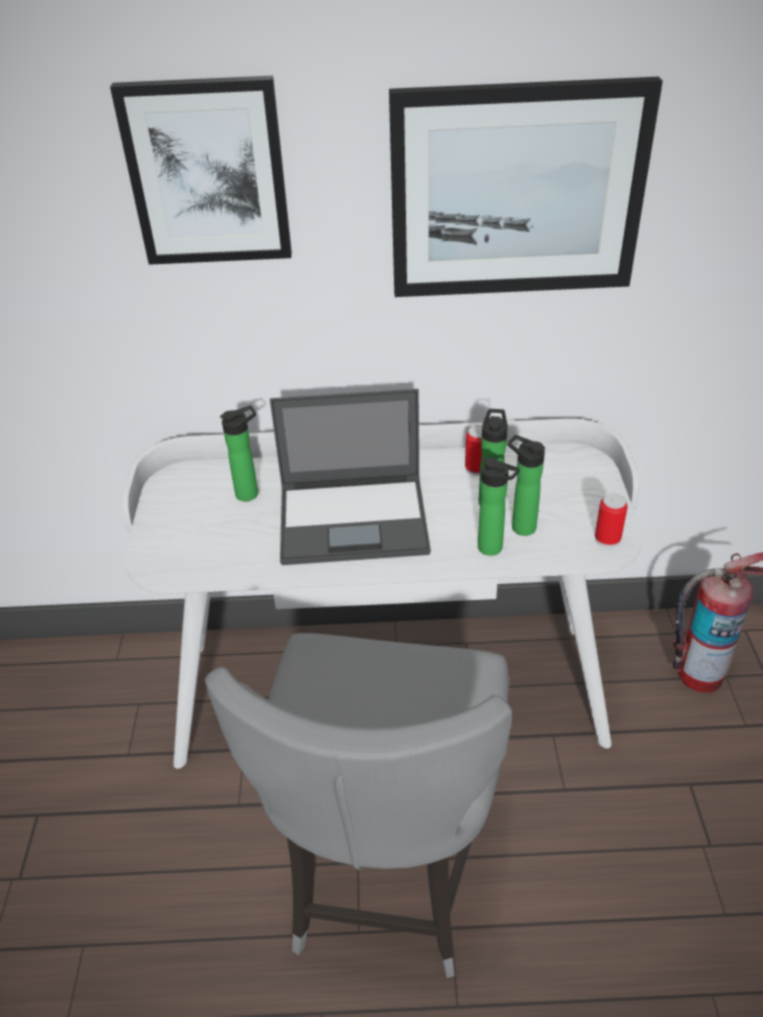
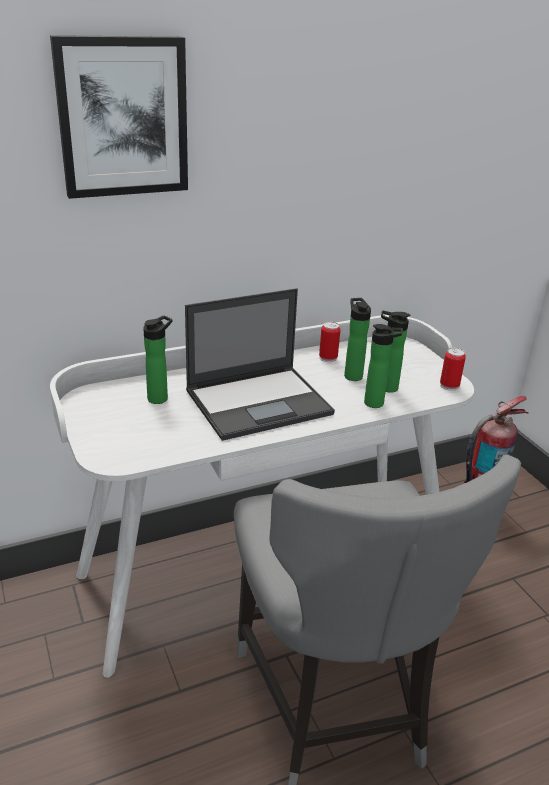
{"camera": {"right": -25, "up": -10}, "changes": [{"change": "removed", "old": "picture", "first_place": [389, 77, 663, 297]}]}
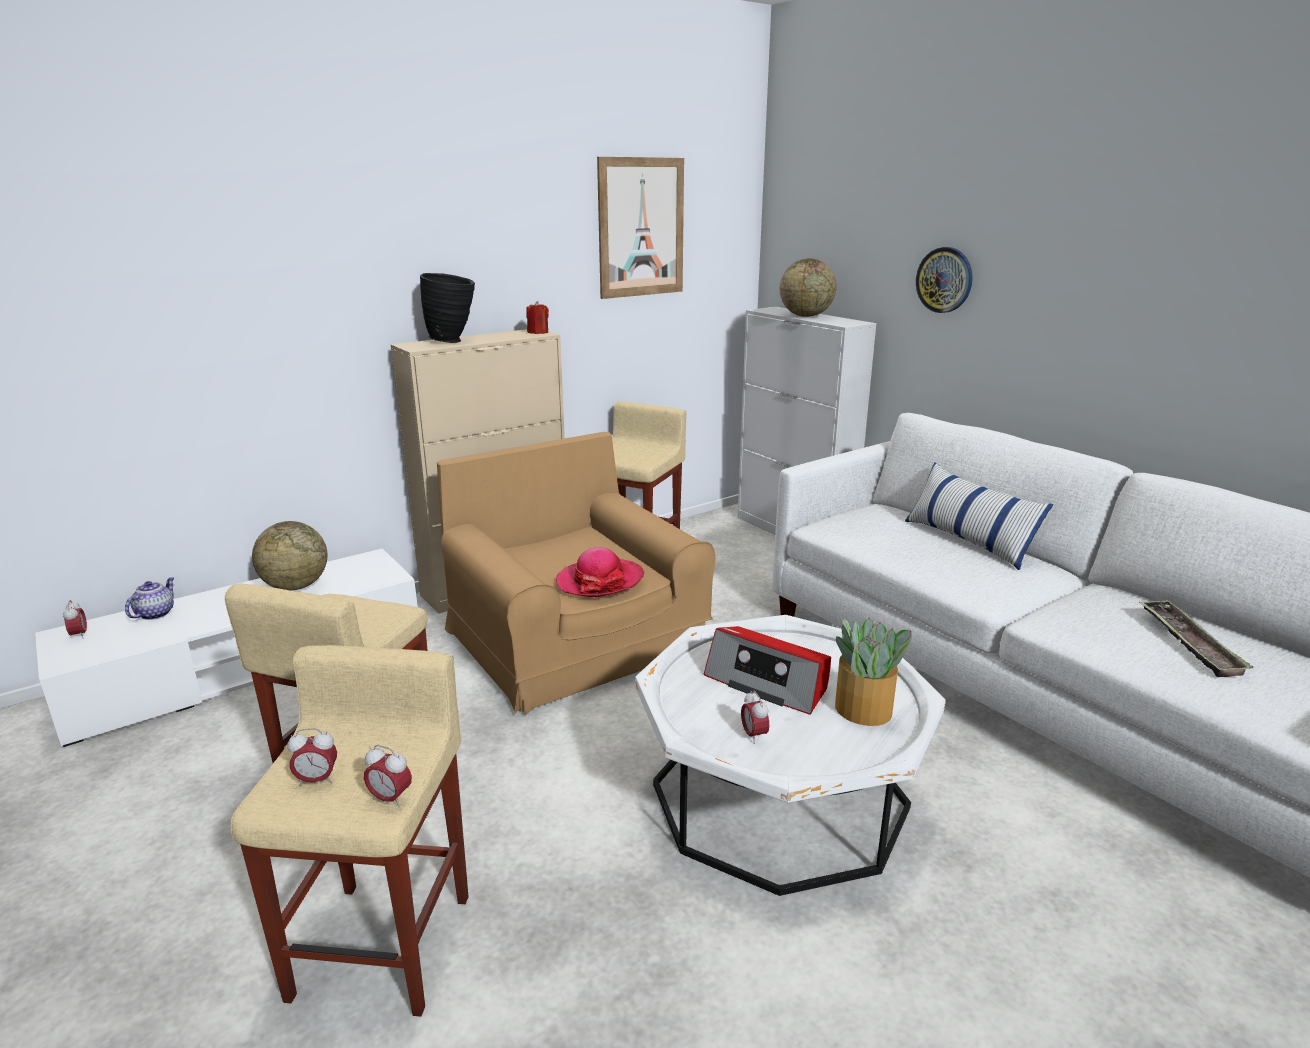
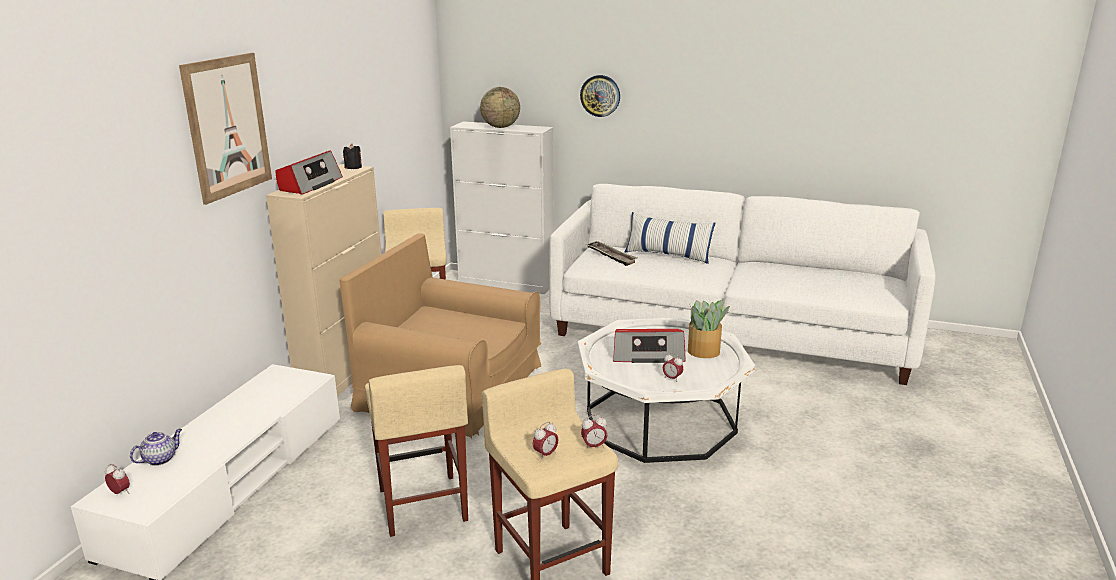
{"camera": {"right": -35, "up": 0}, "changes": [{"change": "moved", "old": "picture", "first_place": [597, 157, 684, 299], "second_place": [179, 53, 272, 205]}, {"change": "replaced", "old": "black_vase", "new": "radio", "first_place": [420, 273, 475, 343], "second_place": [275, 150, 343, 195]}, {"change": "recoloured", "old": "red_candle", "new": "black_candle", "first_place": [526, 301, 549, 334], "second_place": [343, 144, 362, 169]}, {"change": "removed", "old": "globe", "first_place": [252, 521, 327, 591]}, {"change": "removed", "old": "hat", "first_place": [556, 547, 644, 597]}, {"change": "turned", "old": "teapot", "first_place": [125, 577, 174, 620], "second_place": [130, 429, 182, 466], "degrees": 60}, {"change": "moved", "old": "tray", "first_place": [1139, 600, 1253, 677], "second_place": [586, 241, 637, 266]}]}
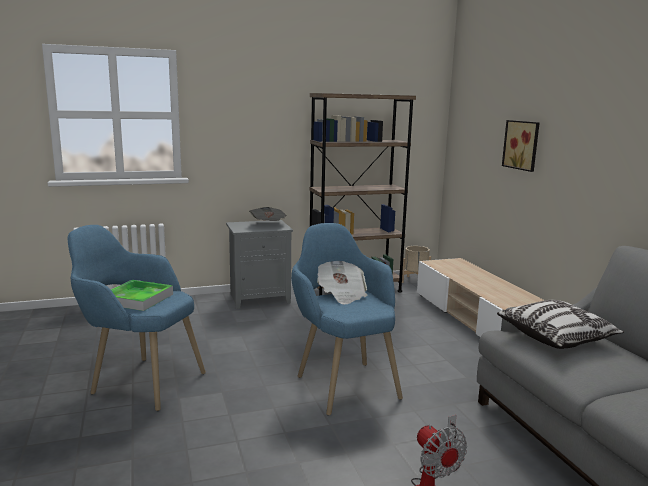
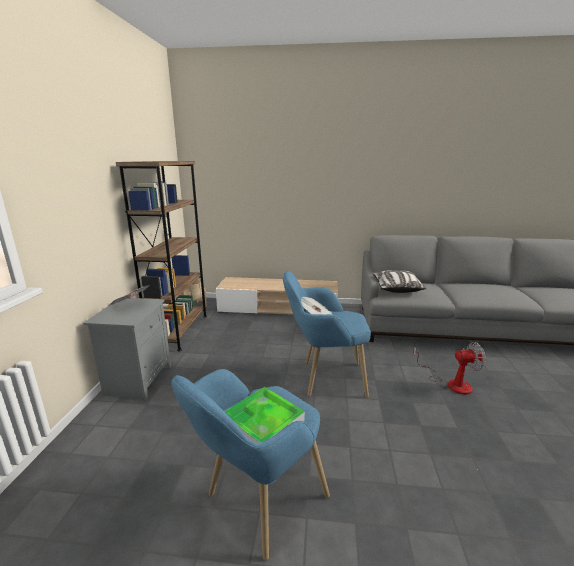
{"camera": {"right": -65, "up": 5}, "changes": [{"change": "removed", "old": "picture", "first_place": [502, 120, 540, 172]}]}
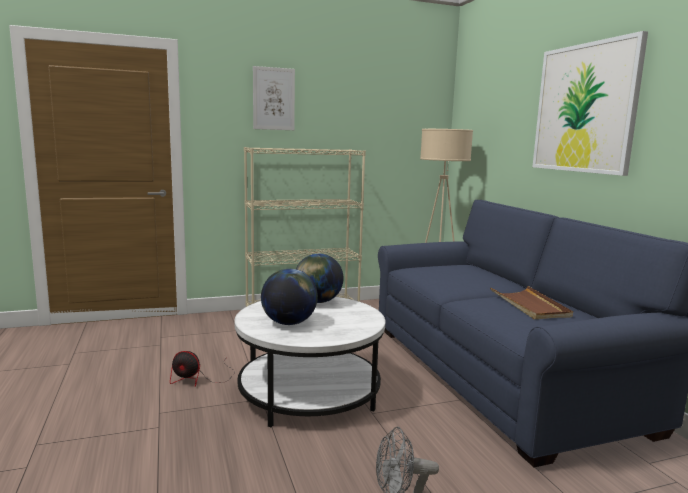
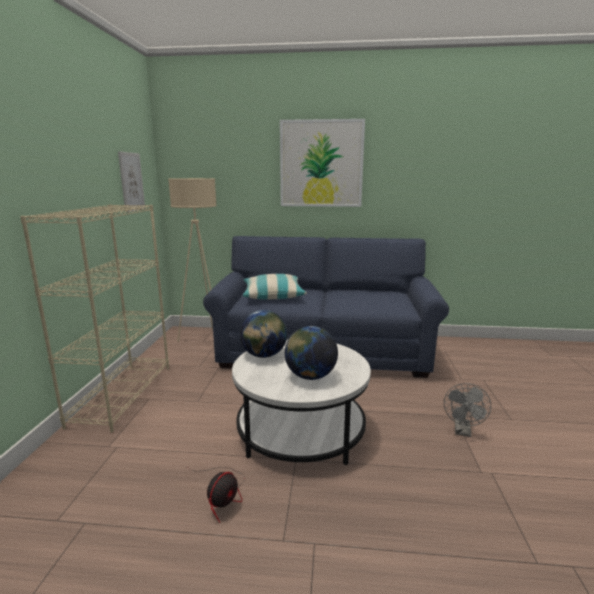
{"camera": {"right": -65, "up": 5}, "changes": [{"change": "moved", "old": "picture", "first_place": [253, 66, 295, 130], "second_place": [118, 151, 145, 213]}, {"change": "removed", "old": "brown_tray", "first_place": [490, 286, 573, 319]}, {"change": "added", "new": "pillow", "second_place": [243, 274, 307, 299]}]}
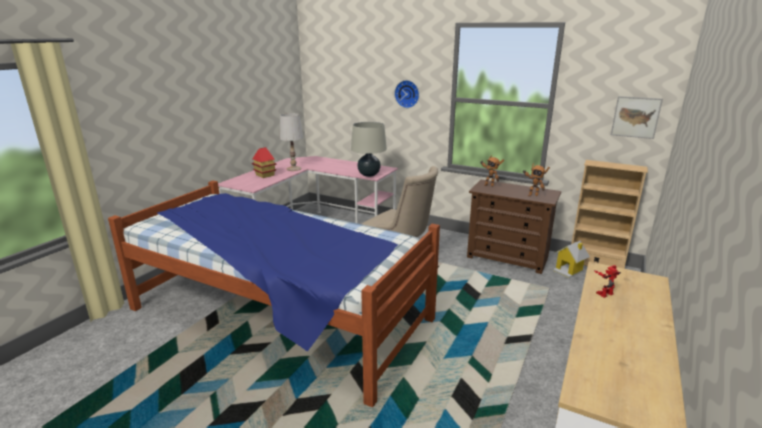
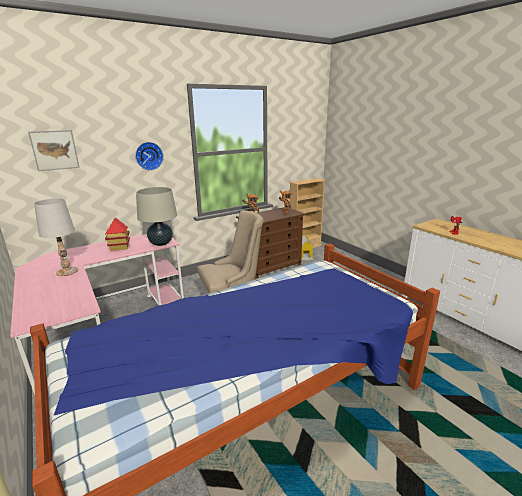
{"camera": {"right": -60, "up": 0}, "changes": [{"change": "moved", "old": "picture", "first_place": [611, 96, 663, 139], "second_place": [28, 130, 80, 171]}, {"change": "moved", "old": "toy_house", "first_place": [252, 147, 276, 178], "second_place": [105, 217, 130, 251]}]}
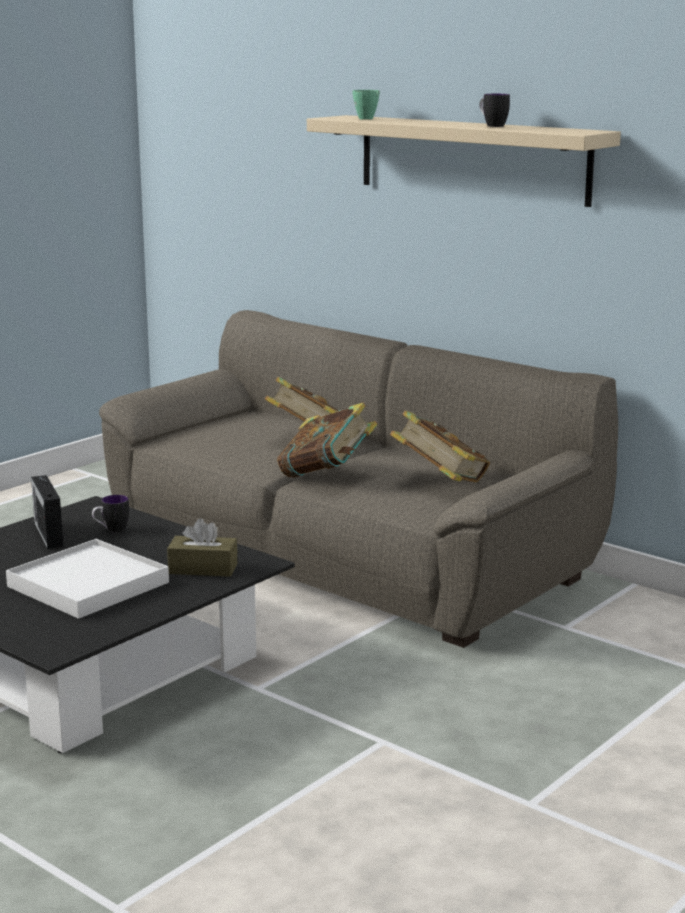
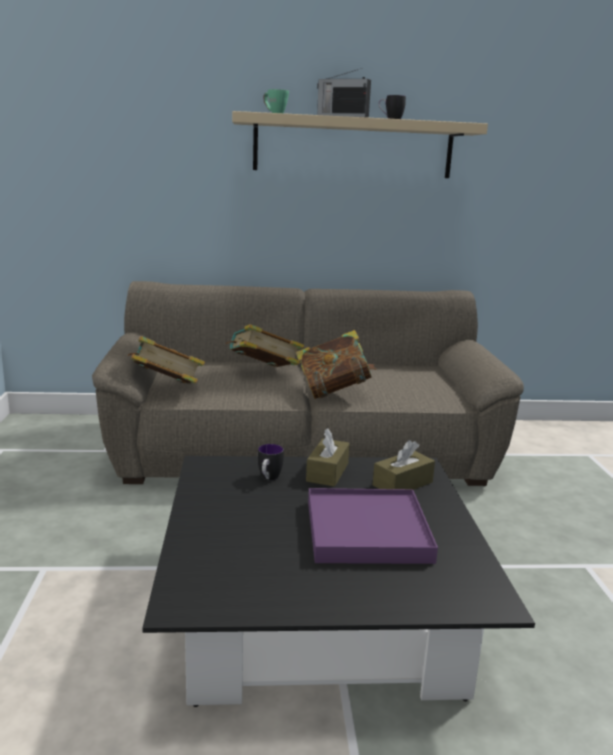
{"camera": {"right": -45, "up": 0}, "changes": [{"change": "moved", "old": "book", "first_place": [390, 411, 490, 482], "second_place": [128, 336, 205, 384]}, {"change": "moved", "old": "radio", "first_place": [31, 475, 63, 549], "second_place": [317, 68, 371, 118]}, {"change": "recoloured", "old": "white_tray", "new": "purple_tray", "first_place": [6, 539, 169, 619], "second_place": [308, 488, 438, 564]}, {"change": "added", "new": "brown_tissue_box", "second_place": [306, 428, 350, 487]}]}
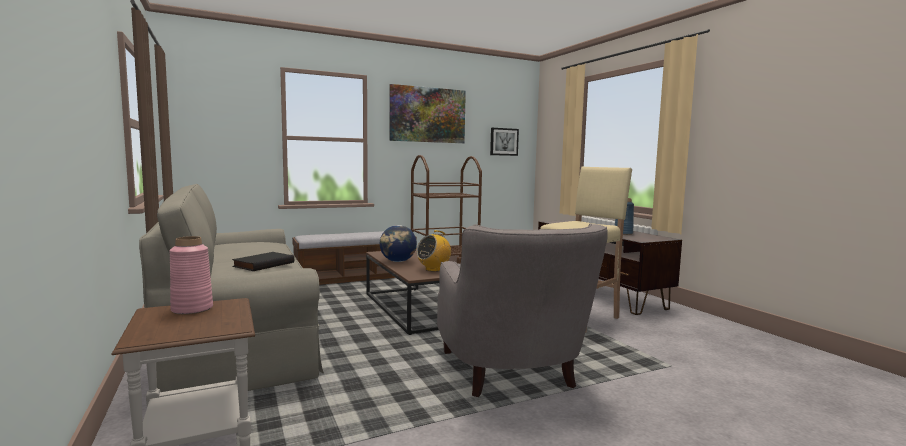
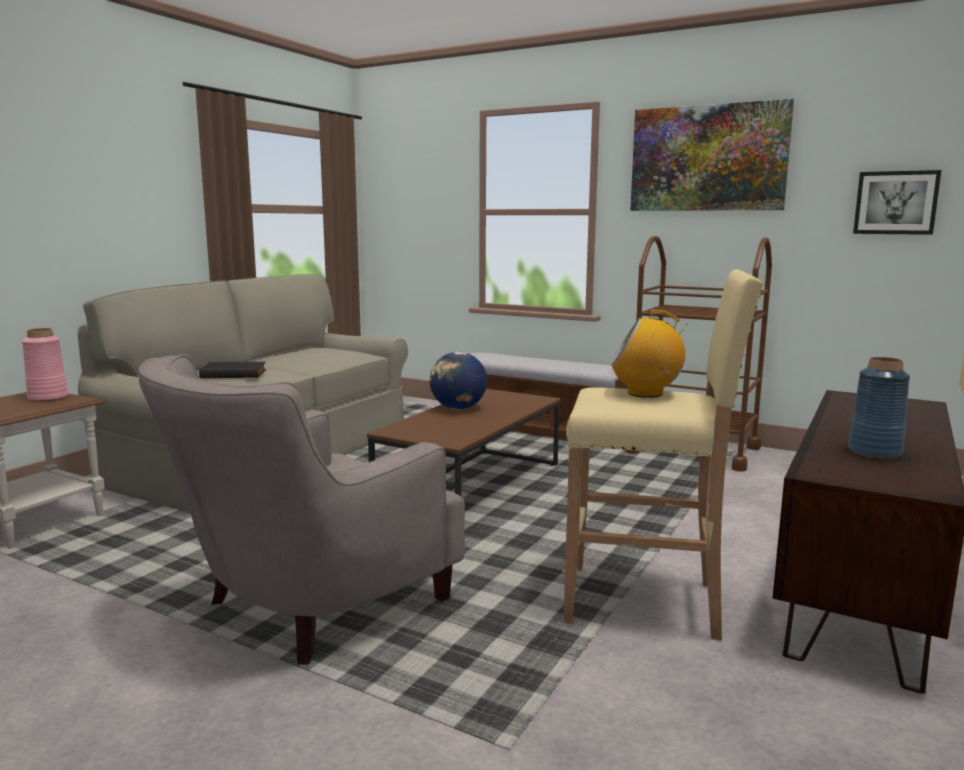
{"camera": {"right": 55, "up": 5}, "changes": [{"change": "moved", "old": "radio", "first_place": [417, 230, 451, 272], "second_place": [611, 310, 685, 398]}]}
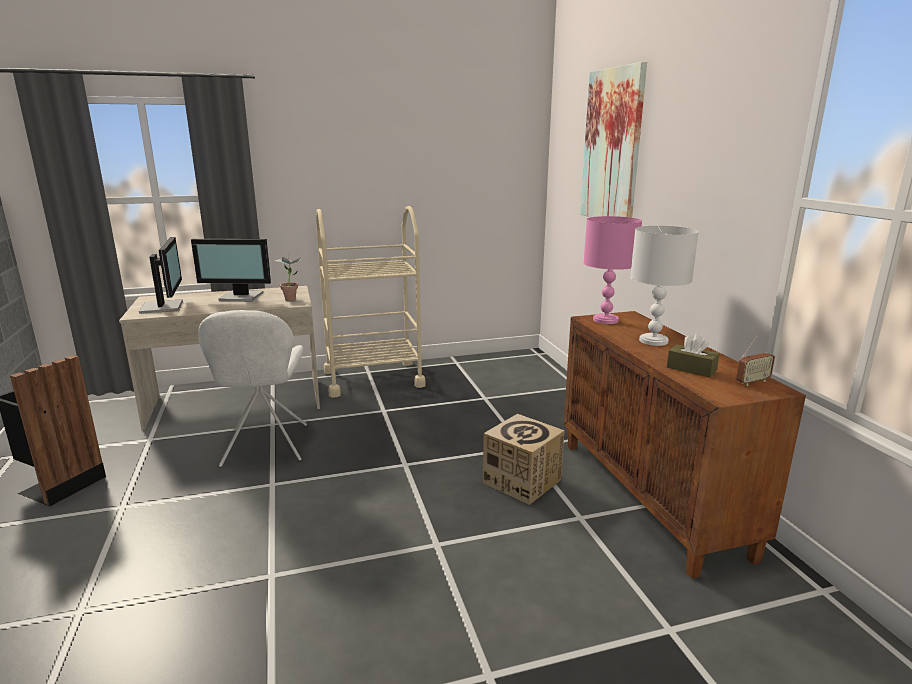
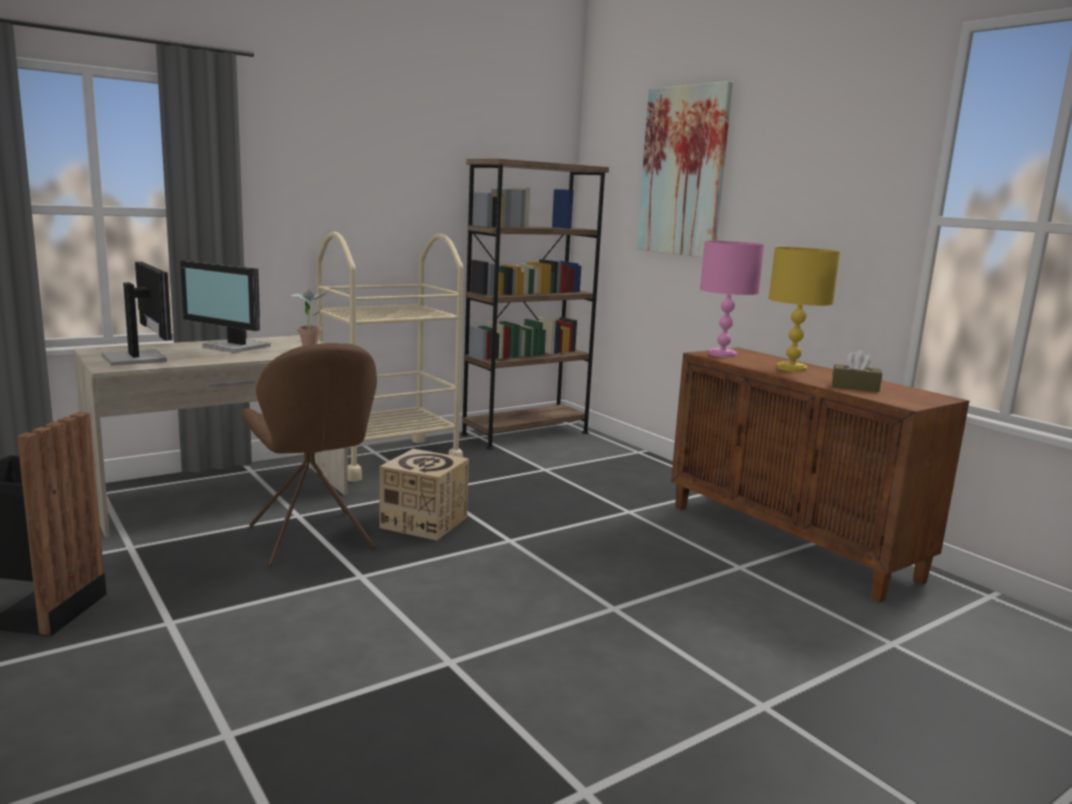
{"camera": {"right": -20, "up": -5}, "changes": [{"change": "recoloured", "old": "white_table_lamp", "new": "yellow_table_lamp", "first_place": [630, 226, 699, 346], "second_place": [769, 247, 840, 372]}, {"change": "turned", "old": "monitor", "first_place": [191, 239, 271, 301], "second_place": [180, 260, 271, 353], "degrees": 45}, {"change": "recoloured", "old": "white_chair", "new": "brown_chair", "first_place": [198, 310, 307, 467], "second_place": [241, 343, 377, 566]}, {"change": "removed", "old": "radio", "first_place": [736, 334, 775, 386]}, {"change": "moved", "old": "cardboard_box", "first_place": [483, 414, 565, 505], "second_place": [379, 449, 469, 541]}, {"change": "added", "new": "brown_bookcase", "second_place": [461, 159, 609, 450]}]}
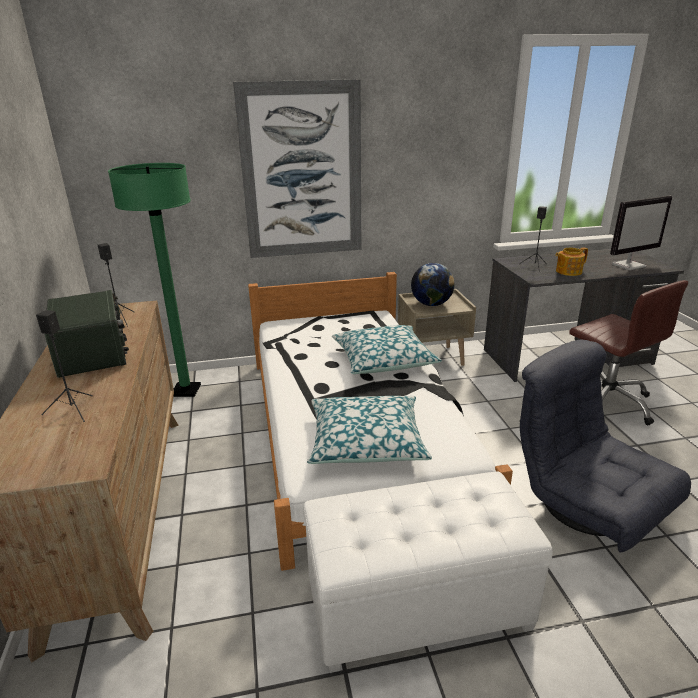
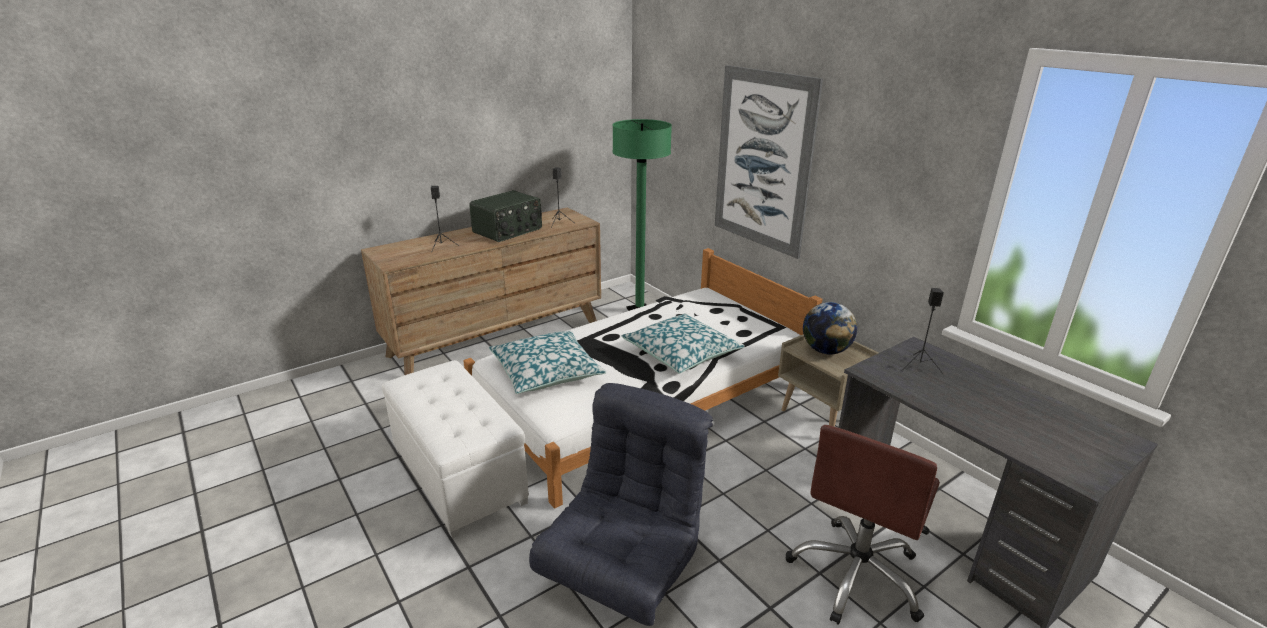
{"camera": {"right": 65, "up": 0}, "changes": [{"change": "removed", "old": "monitor", "first_place": [610, 195, 672, 270]}, {"change": "removed", "old": "teapot", "first_place": [555, 247, 588, 276]}]}
